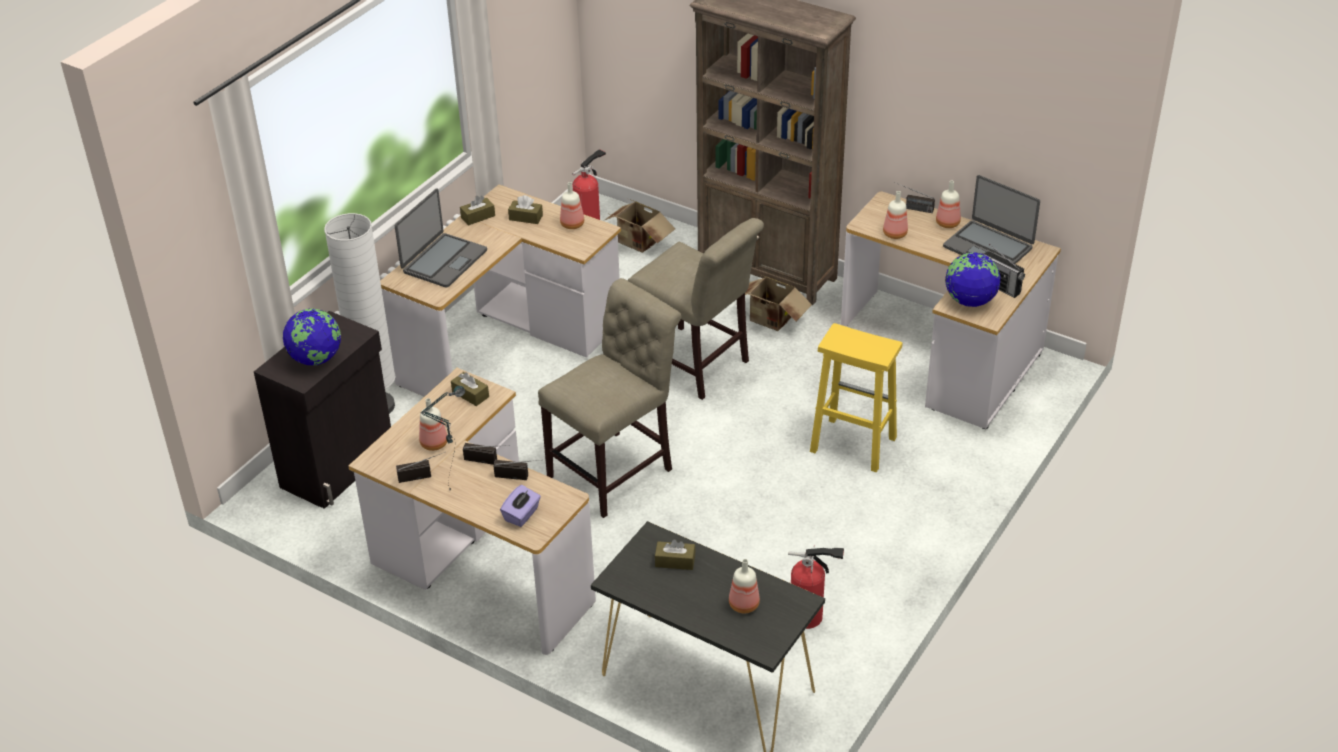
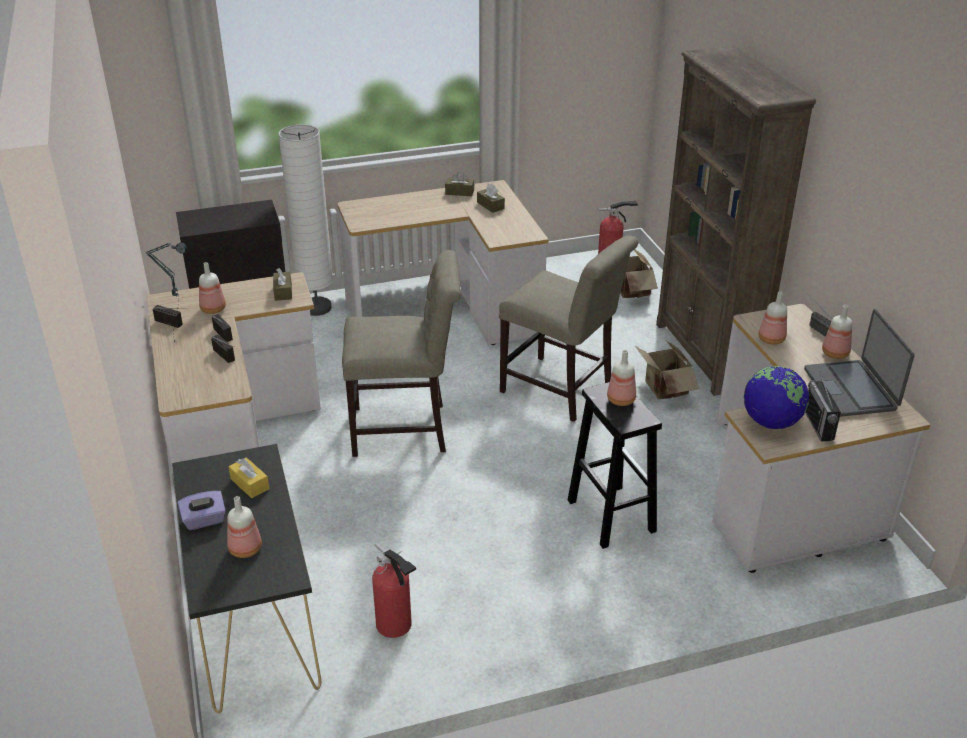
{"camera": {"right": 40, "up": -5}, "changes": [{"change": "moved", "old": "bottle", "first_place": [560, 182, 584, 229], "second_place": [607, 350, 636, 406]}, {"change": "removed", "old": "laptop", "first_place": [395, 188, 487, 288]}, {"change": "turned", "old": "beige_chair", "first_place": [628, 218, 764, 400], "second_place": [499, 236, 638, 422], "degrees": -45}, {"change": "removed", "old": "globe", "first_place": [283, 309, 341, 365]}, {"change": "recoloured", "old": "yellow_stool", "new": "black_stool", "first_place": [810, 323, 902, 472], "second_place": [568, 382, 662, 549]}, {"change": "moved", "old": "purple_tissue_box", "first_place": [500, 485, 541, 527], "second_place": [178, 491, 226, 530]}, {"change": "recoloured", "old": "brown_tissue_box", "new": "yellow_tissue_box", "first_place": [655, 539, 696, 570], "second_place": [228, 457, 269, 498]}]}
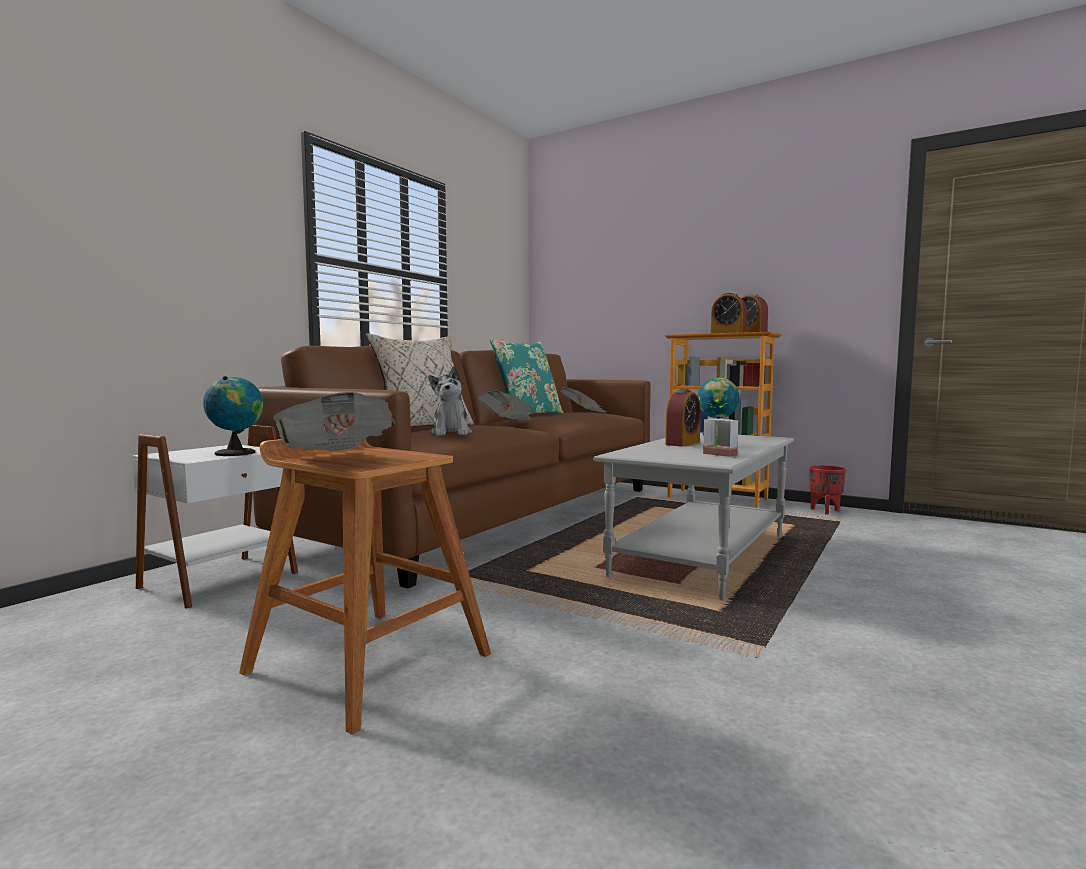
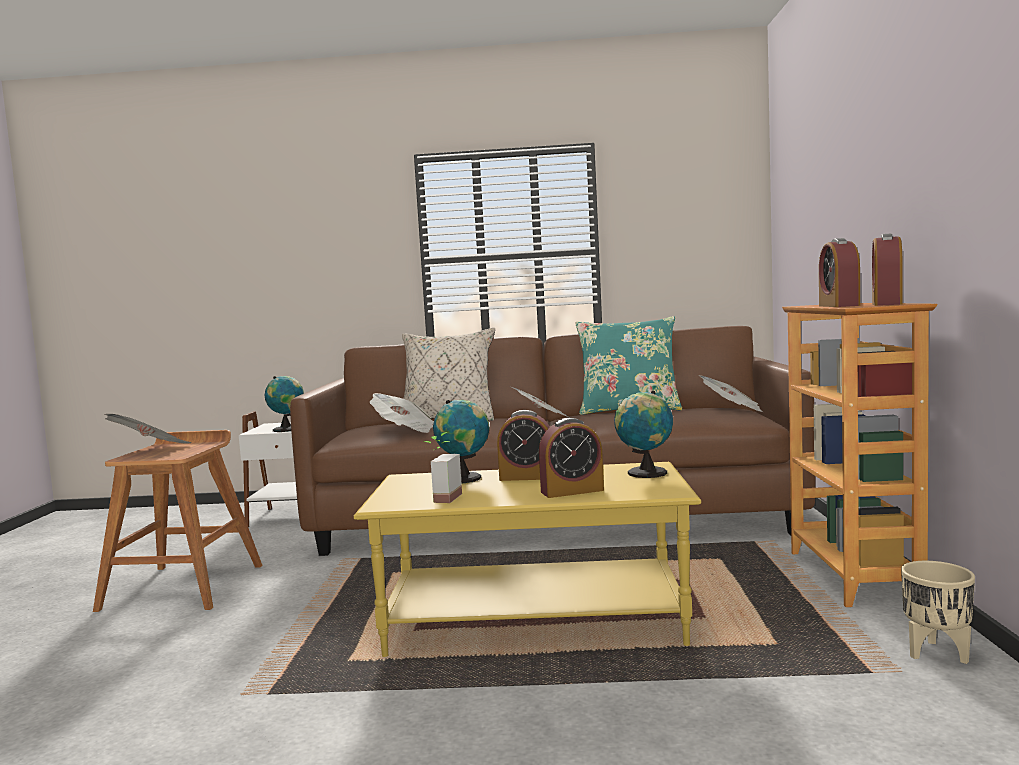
{"camera": {"right": 60, "up": 0}, "changes": [{"change": "replaced", "old": "plush_toy", "new": "newspaper", "first_place": [428, 366, 472, 436], "second_place": [369, 393, 434, 433]}, {"change": "recoloured", "old": "grey_coffee_table", "new": "yellow_coffee_table", "first_place": [593, 433, 794, 600], "second_place": [354, 462, 701, 657]}, {"change": "recoloured", "old": "red_planter", "new": "beige_planter", "first_place": [810, 465, 846, 515], "second_place": [901, 561, 975, 664]}, {"change": "added", "new": "globe", "second_place": [433, 400, 490, 483]}, {"change": "added", "new": "alarm_clock", "second_place": [539, 418, 604, 498]}]}
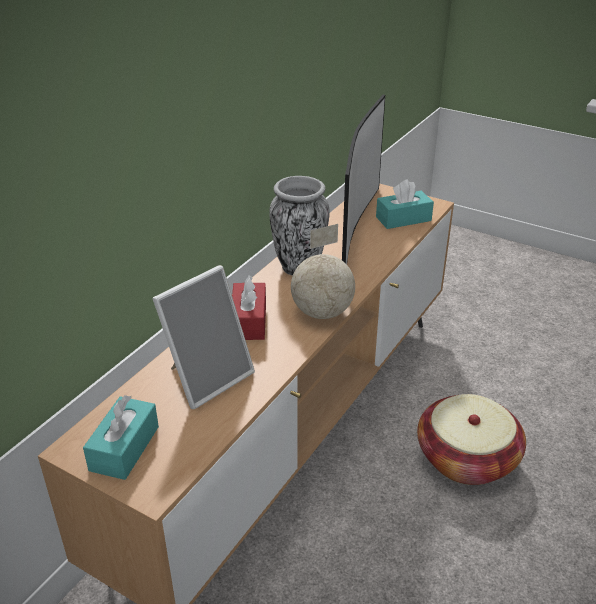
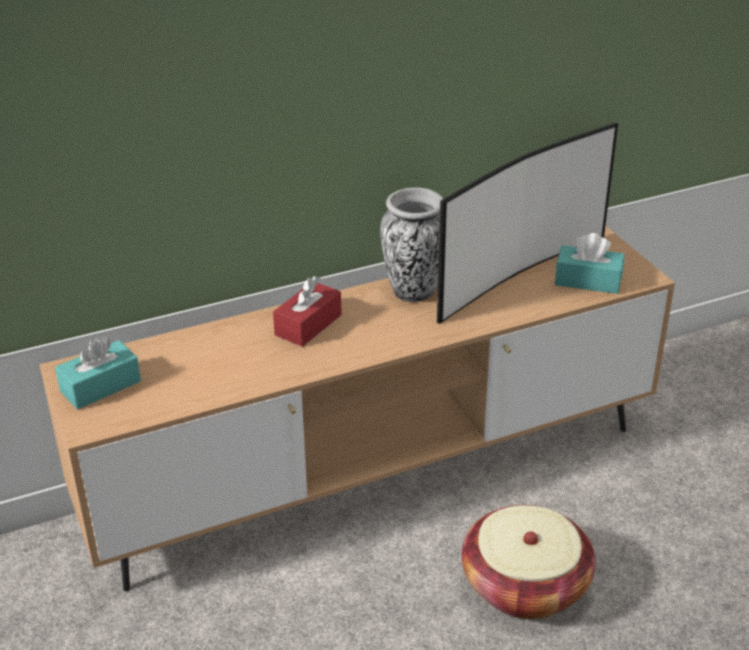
{"camera": {"right": 35, "up": 0}, "changes": [{"change": "removed", "old": "globe", "first_place": [291, 224, 355, 319]}, {"change": "removed", "old": "picture_frame", "first_place": [152, 265, 255, 409]}]}
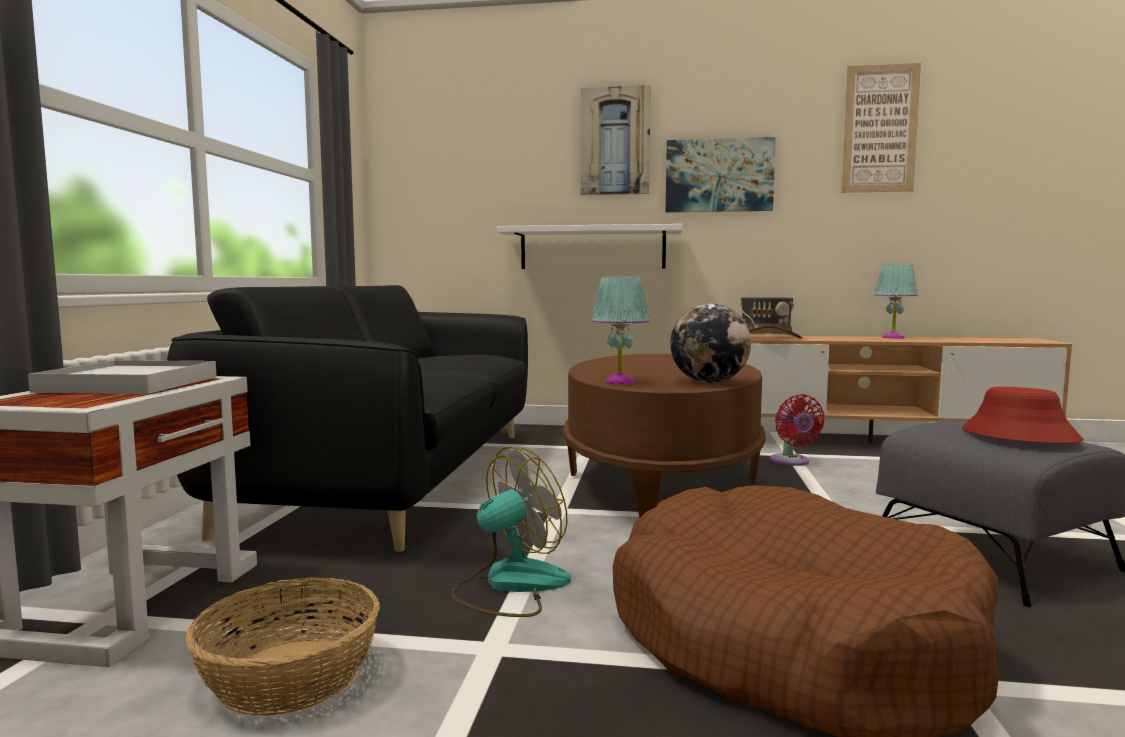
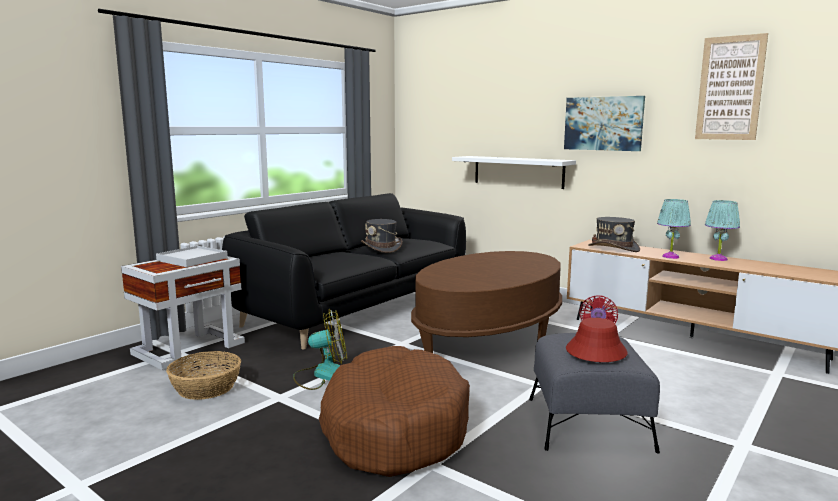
{"camera": {"right": 30, "up": 5}, "changes": [{"change": "removed", "old": "picture", "first_place": [580, 85, 651, 195]}, {"change": "moved", "old": "turquoise_table_lamp", "first_place": [592, 277, 649, 384], "second_place": [657, 199, 691, 259]}, {"change": "removed", "old": "globe", "first_place": [670, 303, 751, 383]}, {"change": "added", "new": "grey_hat", "second_place": [361, 219, 402, 253]}]}
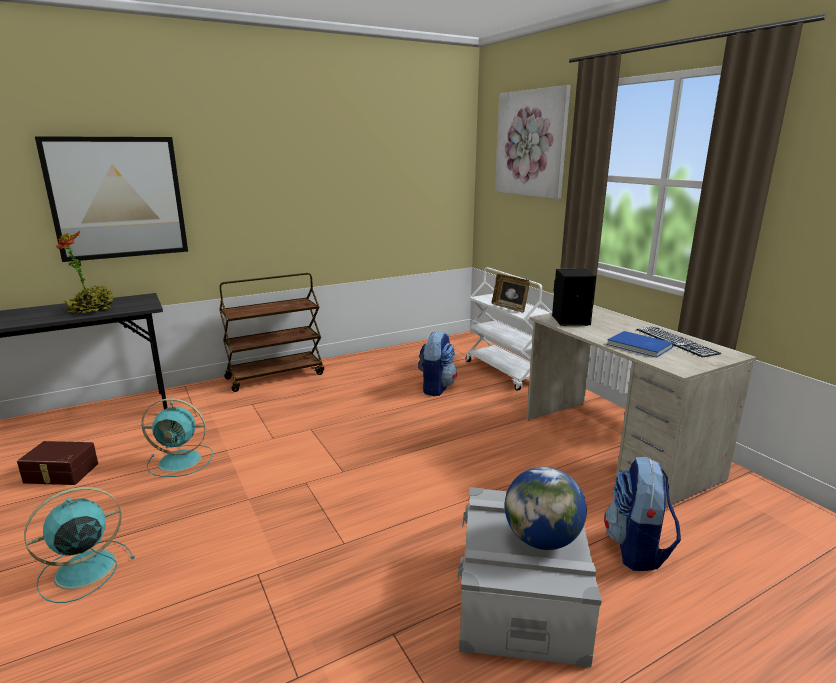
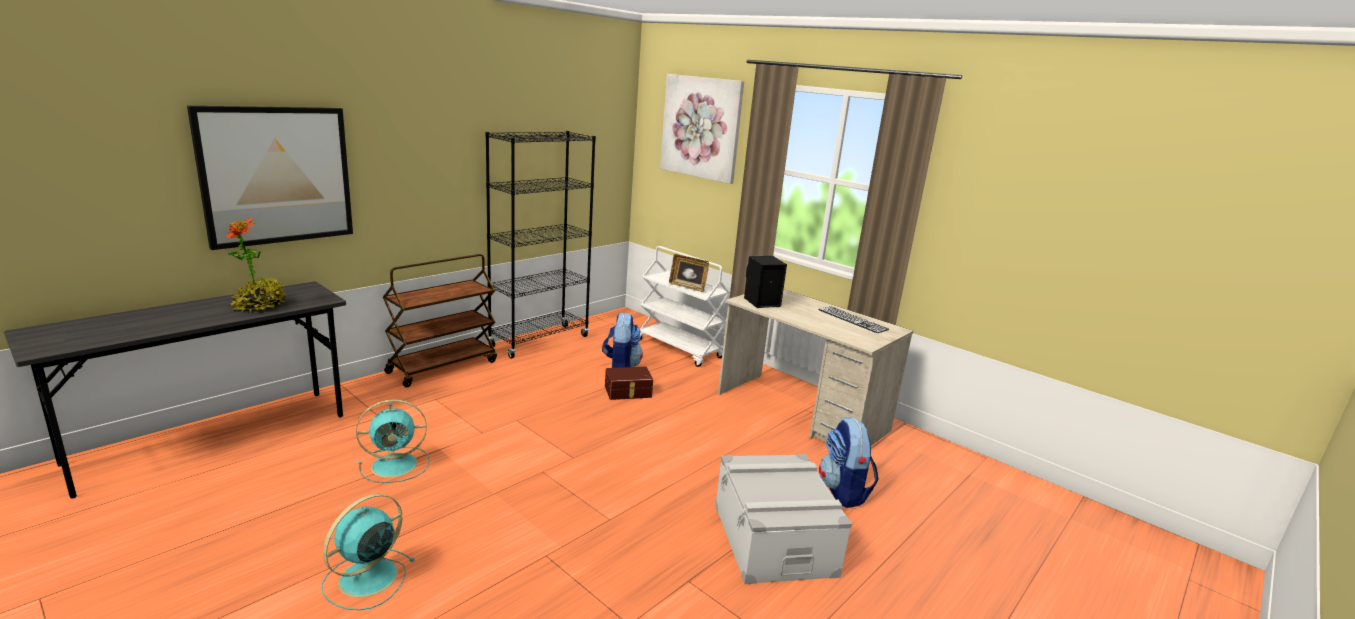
{"camera": {"right": -20, "up": 0}, "changes": [{"change": "removed", "old": "blue_book", "first_place": [607, 331, 673, 358]}, {"change": "moved", "old": "brown_storage_box", "first_place": [17, 441, 98, 485], "second_place": [605, 367, 653, 400]}, {"change": "removed", "old": "globe", "first_place": [505, 467, 587, 550]}, {"change": "added", "new": "black_bookcase", "second_place": [485, 131, 596, 359]}]}
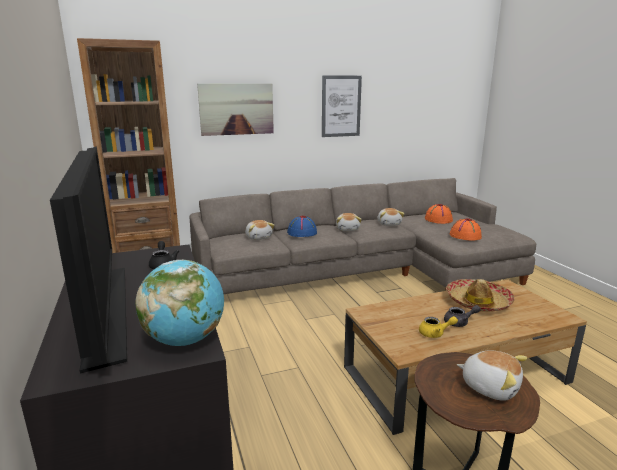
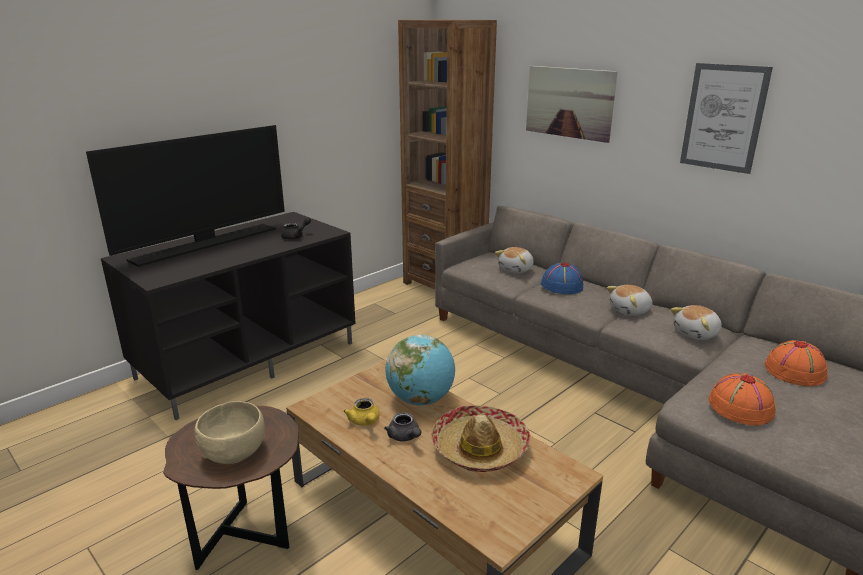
{"camera": {"right": 65, "up": 5}, "changes": [{"change": "moved", "old": "globe", "first_place": [135, 260, 224, 346], "second_place": [385, 335, 455, 405]}, {"change": "replaced", "old": "plush_toy", "new": "beige_bowl", "first_place": [457, 351, 528, 401], "second_place": [195, 401, 265, 464]}]}
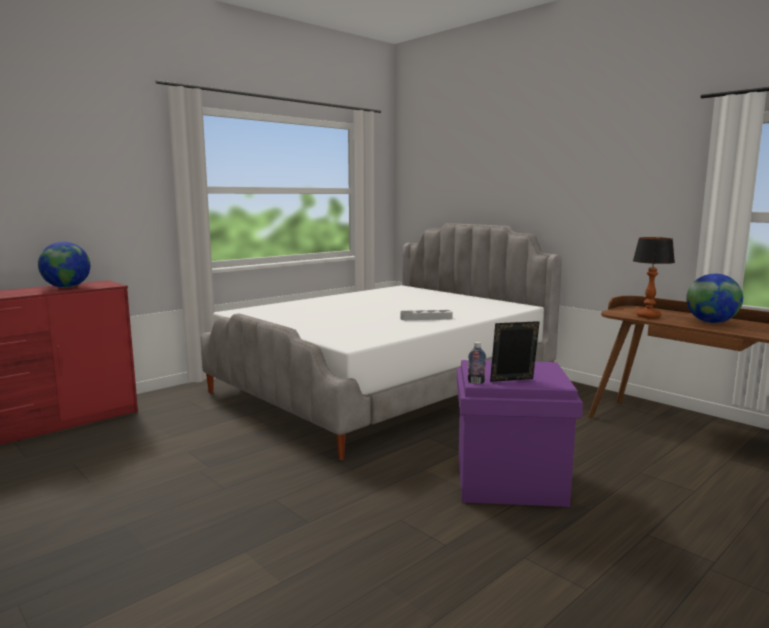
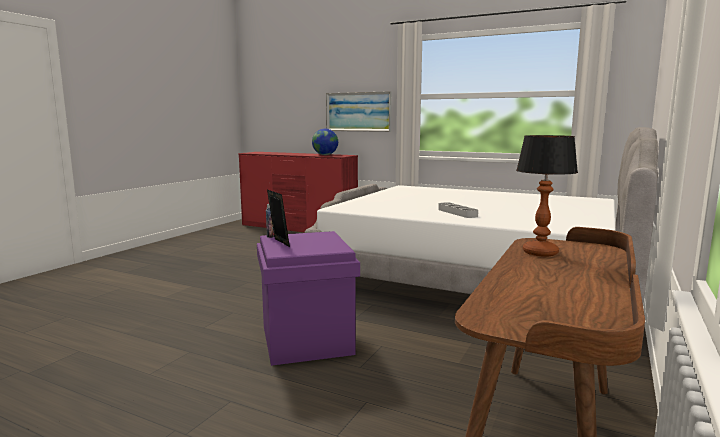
{"camera": {"right": 70, "up": 0}, "changes": [{"change": "removed", "old": "globe", "first_place": [686, 274, 743, 323]}, {"change": "added", "new": "picture", "second_place": [326, 91, 392, 132]}]}
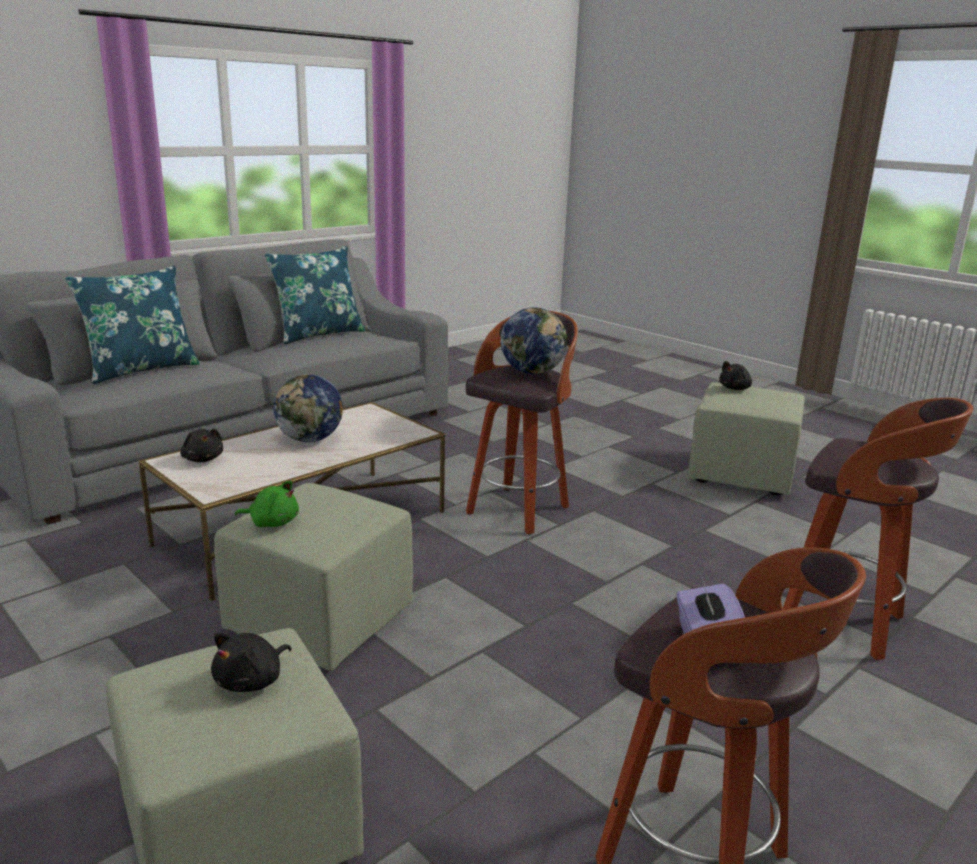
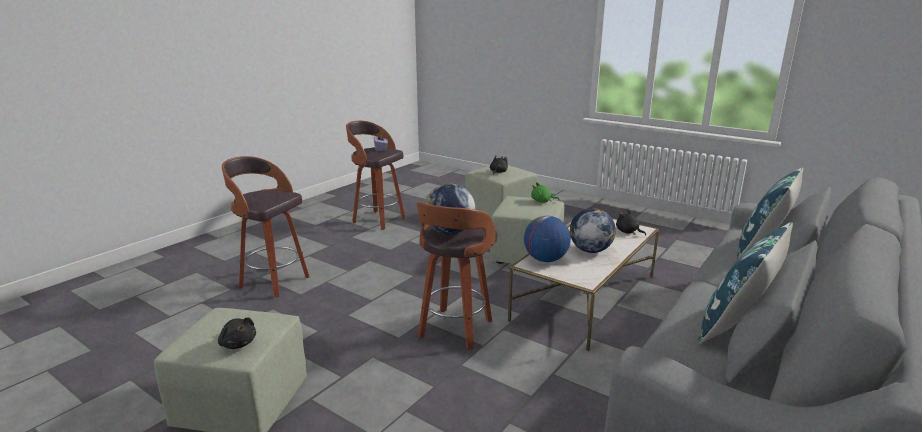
{"camera": {"right": 170, "up": 0}, "changes": [{"change": "turned", "old": "black_plush_toy", "first_place": [719, 361, 752, 390], "second_place": [218, 317, 256, 349], "degrees": 90}, {"change": "added", "new": "globe", "second_place": [524, 216, 571, 262]}]}
